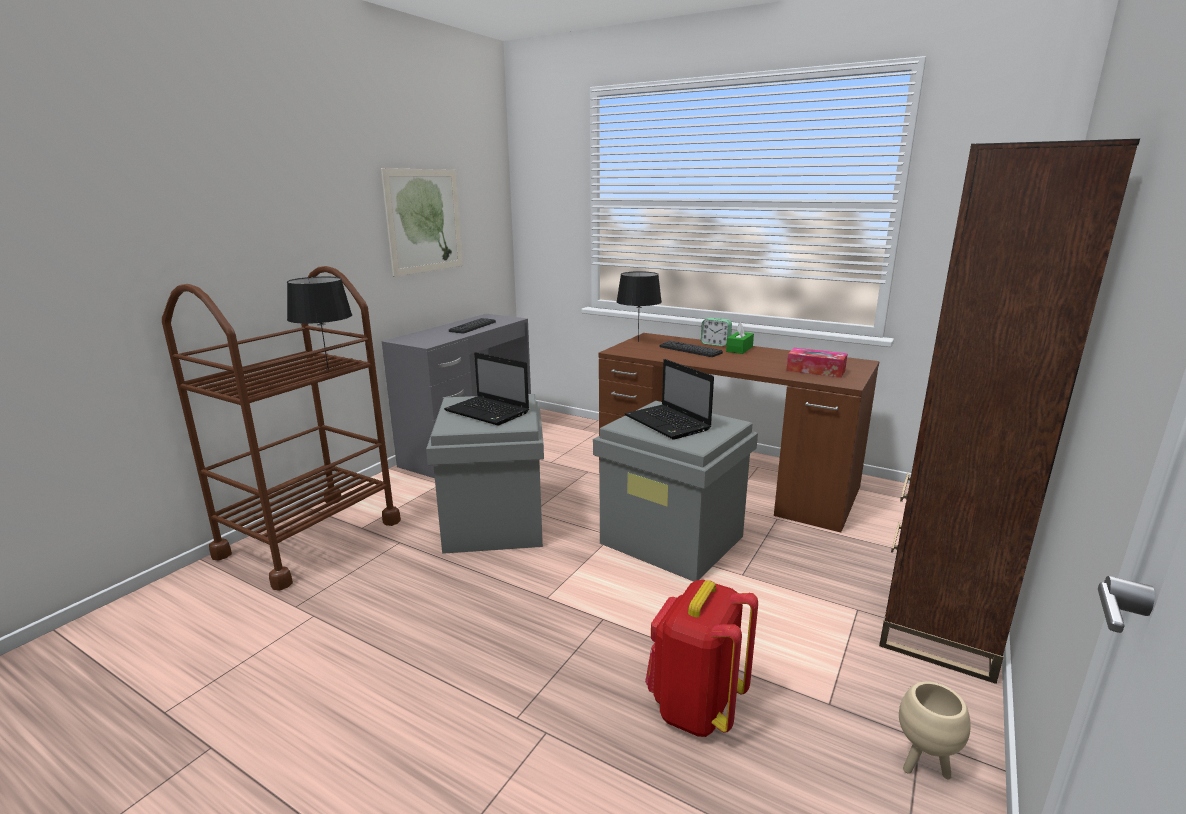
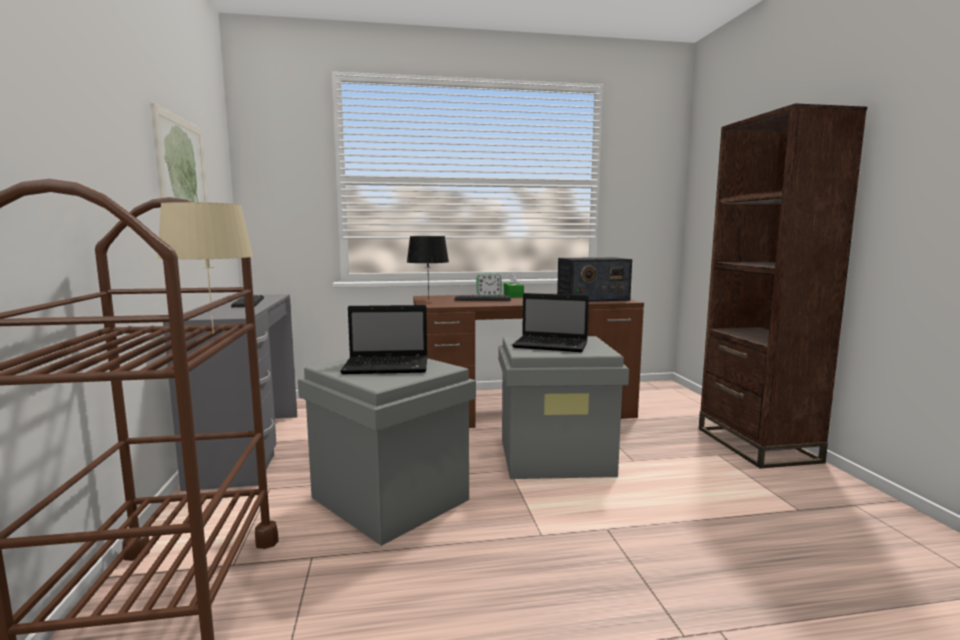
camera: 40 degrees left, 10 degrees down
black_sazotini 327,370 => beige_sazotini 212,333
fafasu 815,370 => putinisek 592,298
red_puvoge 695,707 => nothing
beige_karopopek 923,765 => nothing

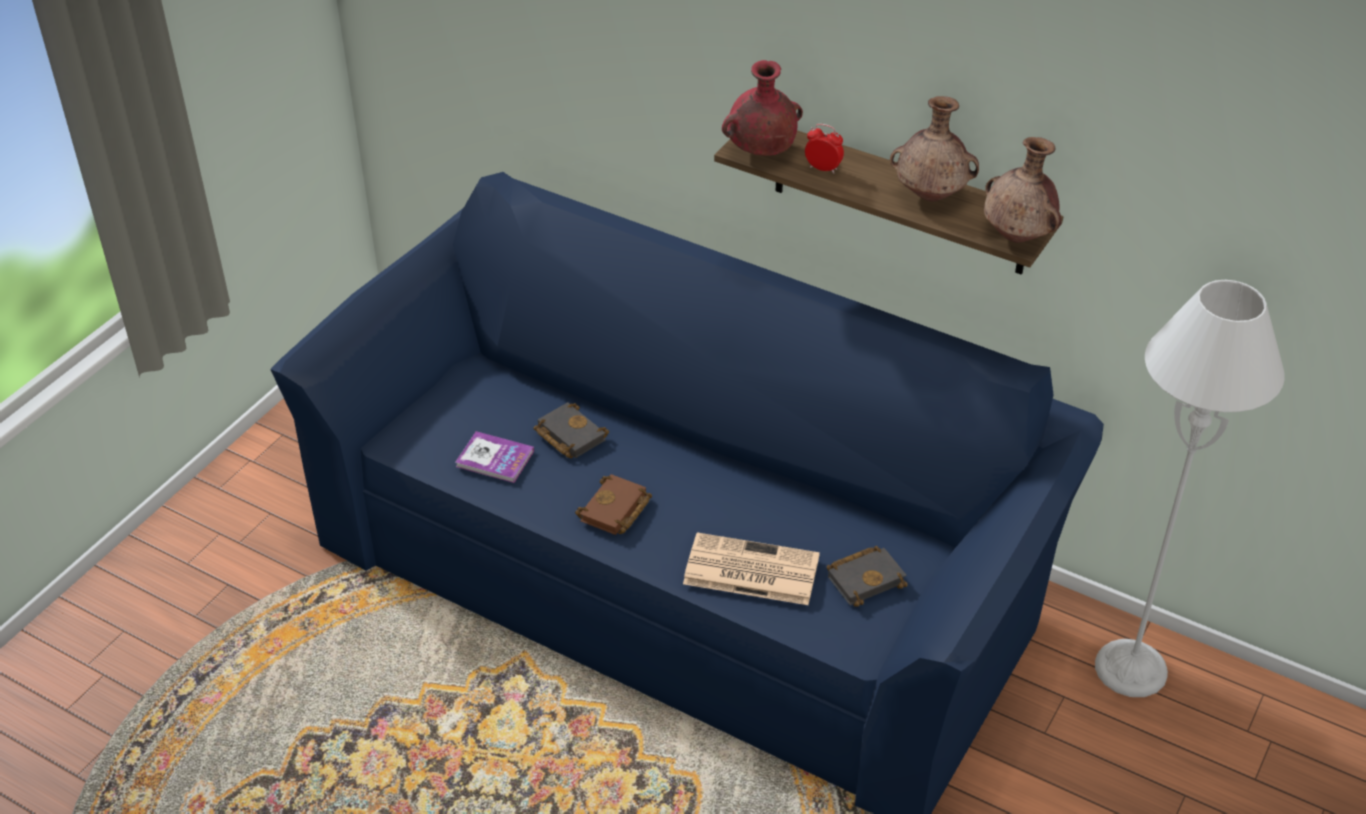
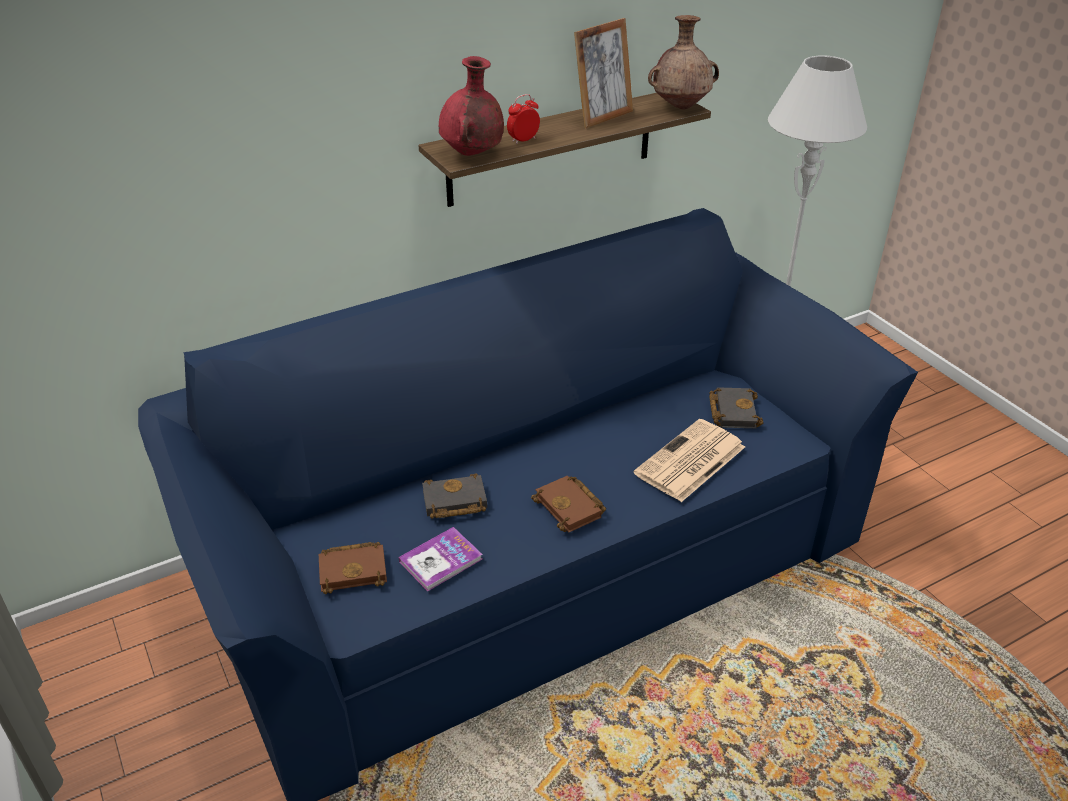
camera: 60 degrees left, 5 degrees down
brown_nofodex 931,196 => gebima 602,117
nothing => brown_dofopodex 355,570

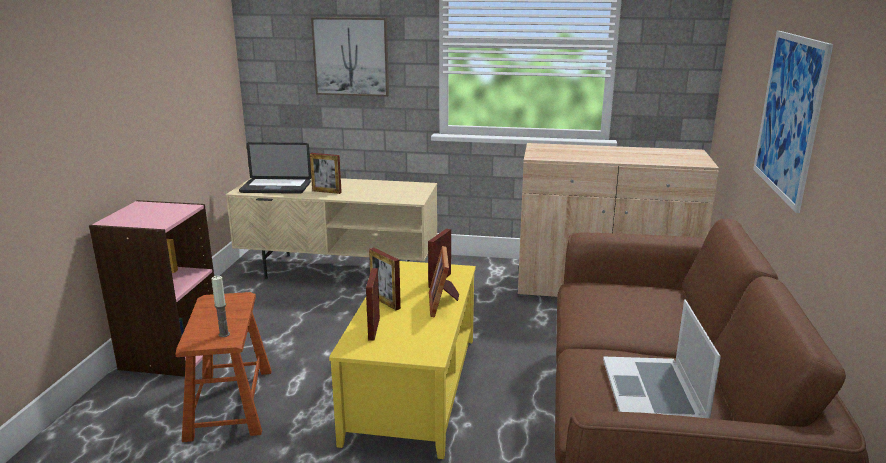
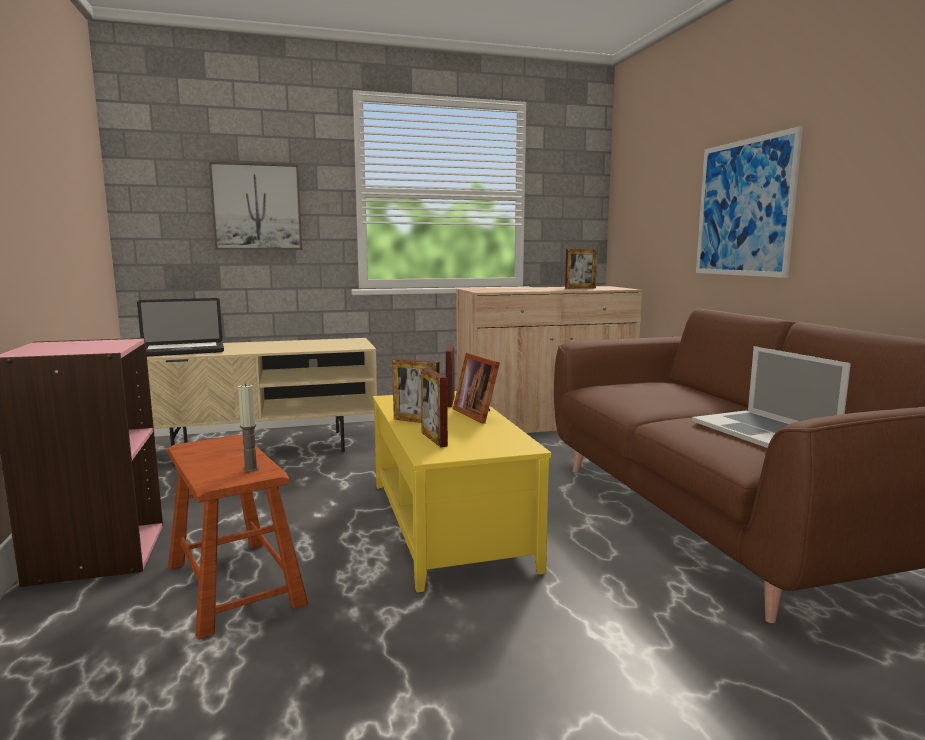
camera: 25 degrees left, 10 degrees down
gebima 326,191 => gebima 580,288, shifted

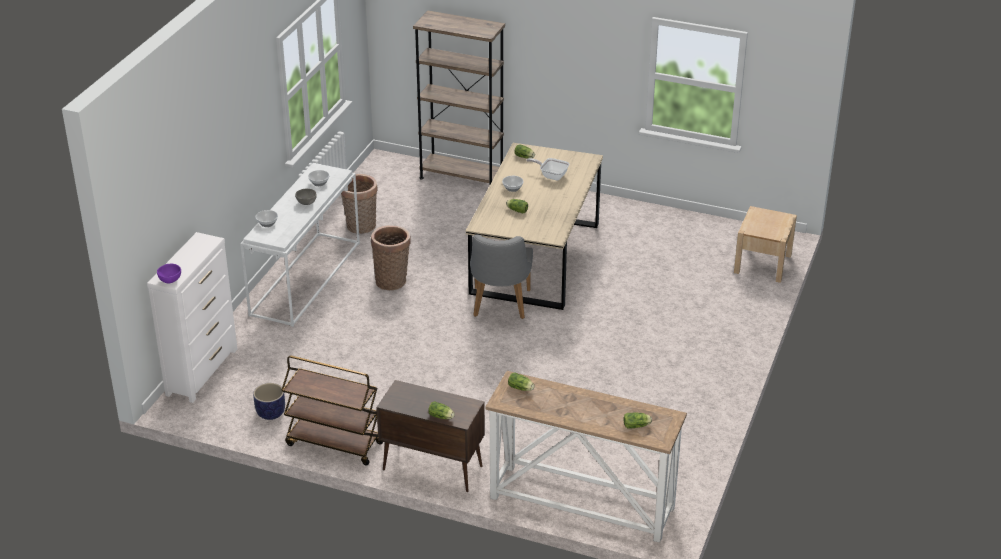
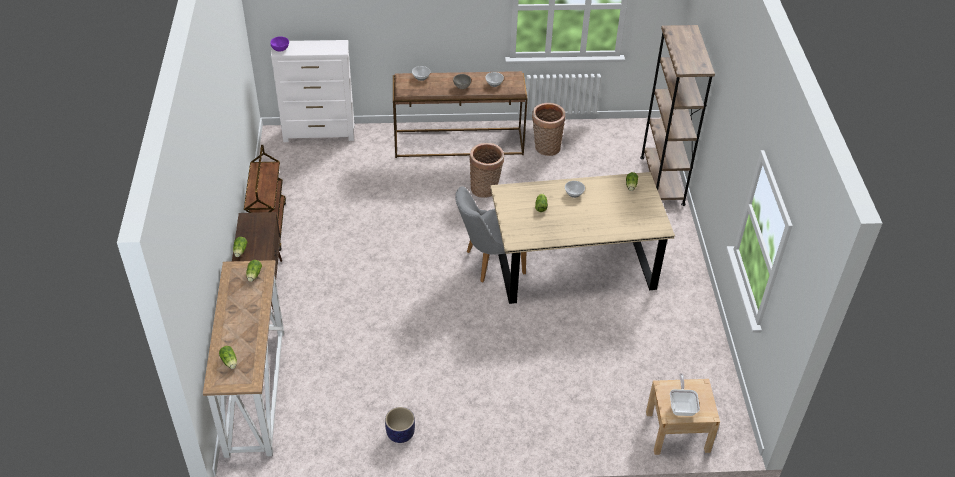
camera: 65 degrees right, 10 degrees up
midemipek 551,175 => midemipek 682,406, shifted
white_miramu 305,278 => brown_miramu 459,142
karopopek 270,413 => karopopek 400,433, shifted

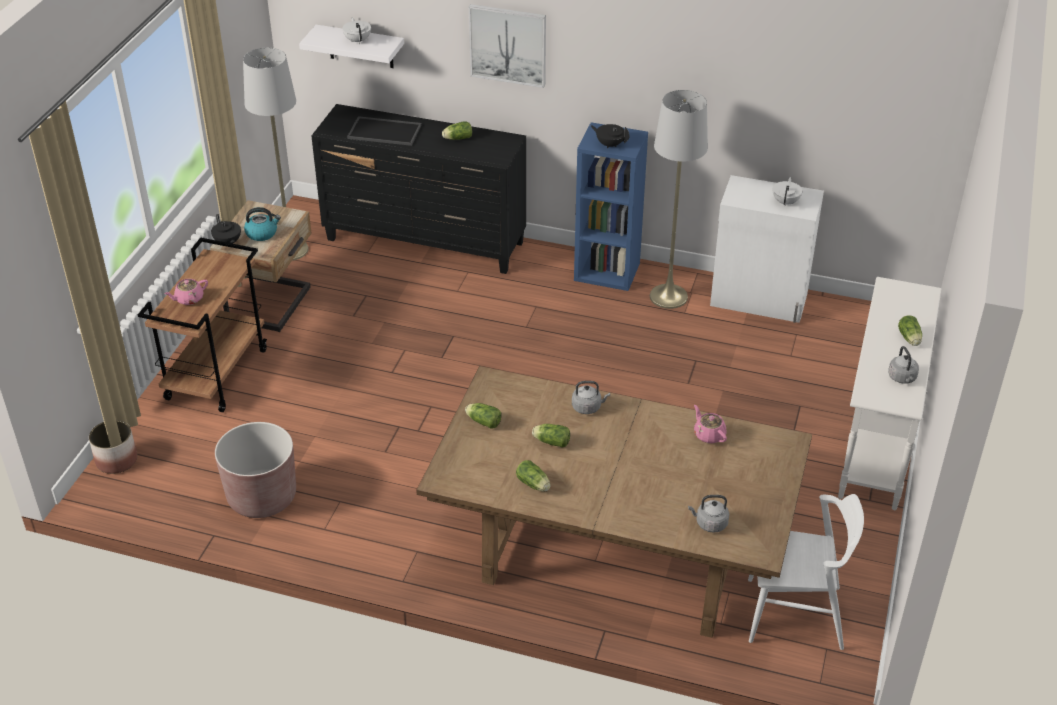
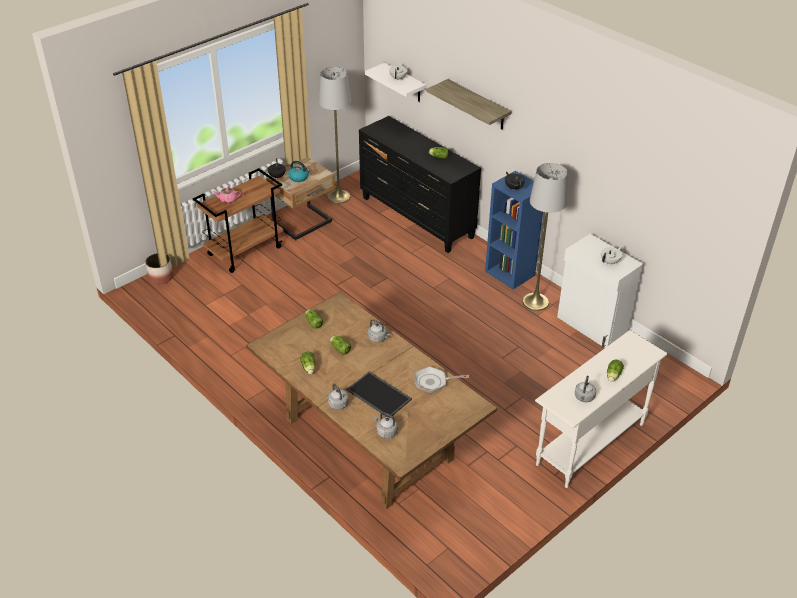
camera: 30 degrees right, 0 degrees up
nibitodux 508,45 => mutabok 478,105
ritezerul 385,131 => ritezerul 380,394, shifted
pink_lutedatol 709,435 => midemipek 433,382
brown_karopopek 262,497 => nothing
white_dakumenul 795,614 => nothing
nothing => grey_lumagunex 339,405

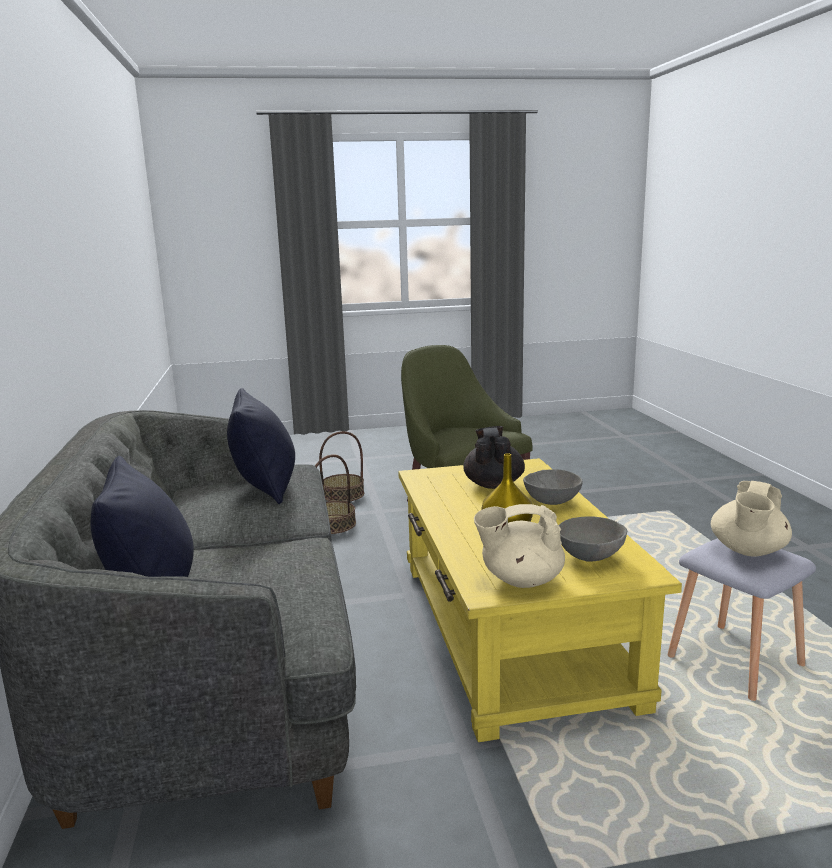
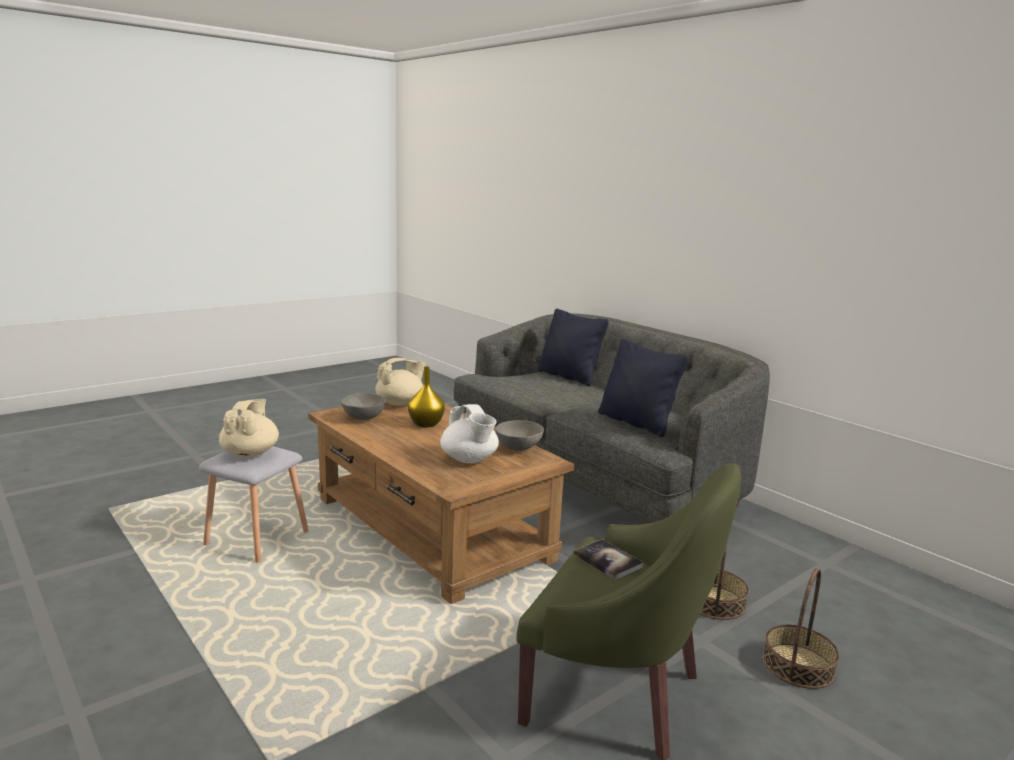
camera: 150 degrees right, 0 degrees up
black_lutedatol 493,484 => white_lutedatol 469,460
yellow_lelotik 510,629 => brown_lelotik 431,529
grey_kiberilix 552,502 => grey_kiberilix 519,447, shifted
nothing => dofopodex 608,560

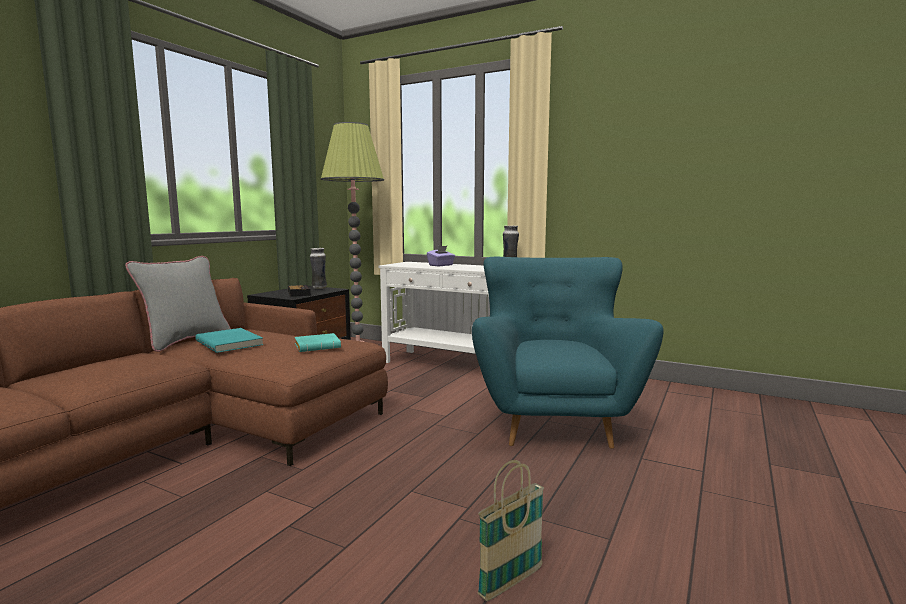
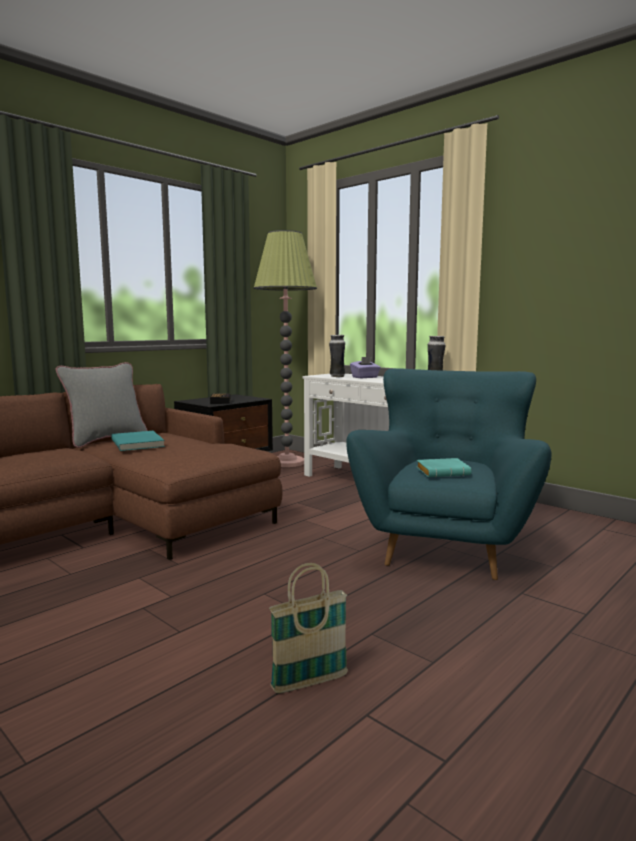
camera: 15 degrees right, 0 degrees up
nofodex 319,288 => nofodex 337,376, shifted
turquoise_dofopodex 318,347 => turquoise_dofopodex 443,472, shifted

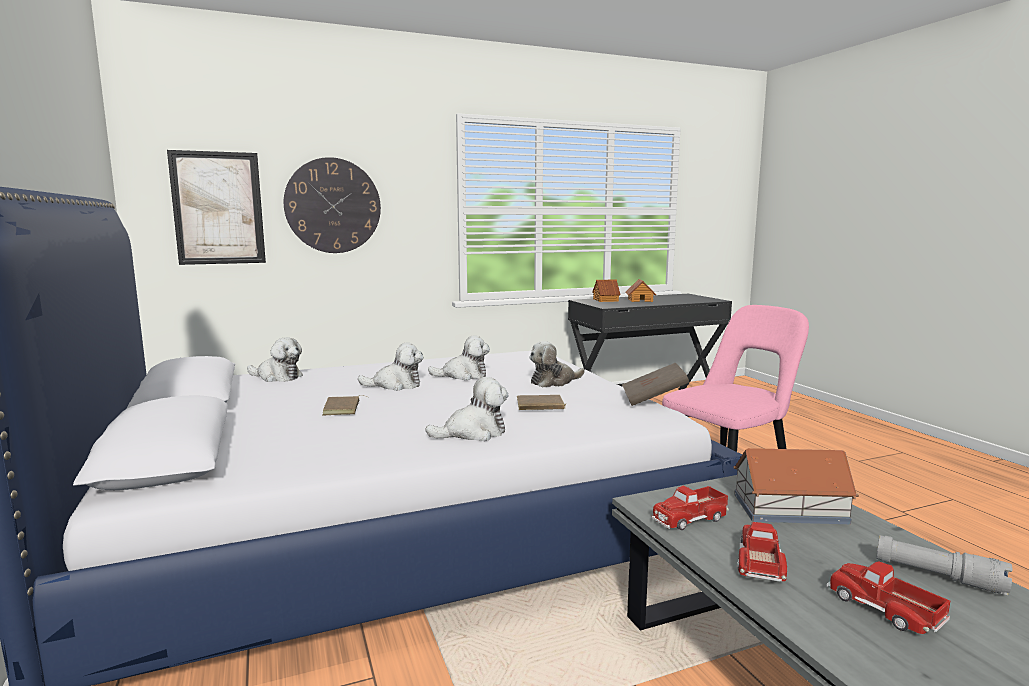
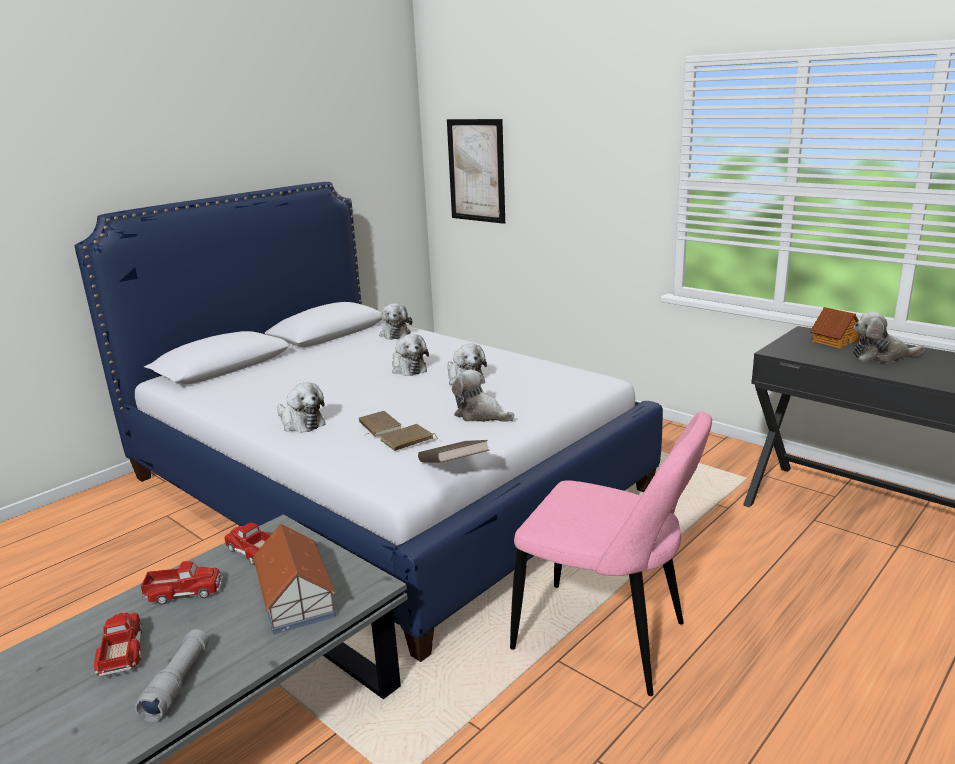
camera: 65 degrees right, 10 degrees up
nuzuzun 333,206 => nothing
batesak 640,300 => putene 881,356
brown_dofopodex 343,408 => brown_dofopodex 407,441, shifted
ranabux 884,608 => ranabux 121,652, 45 degrees counterclockwise

